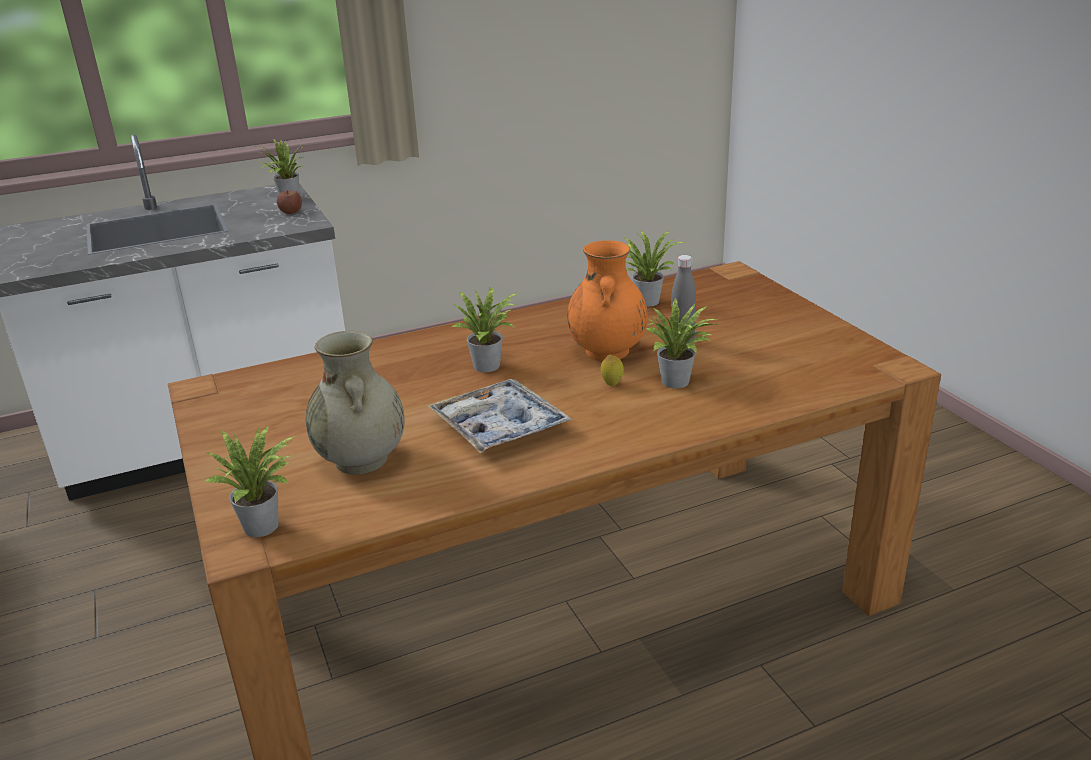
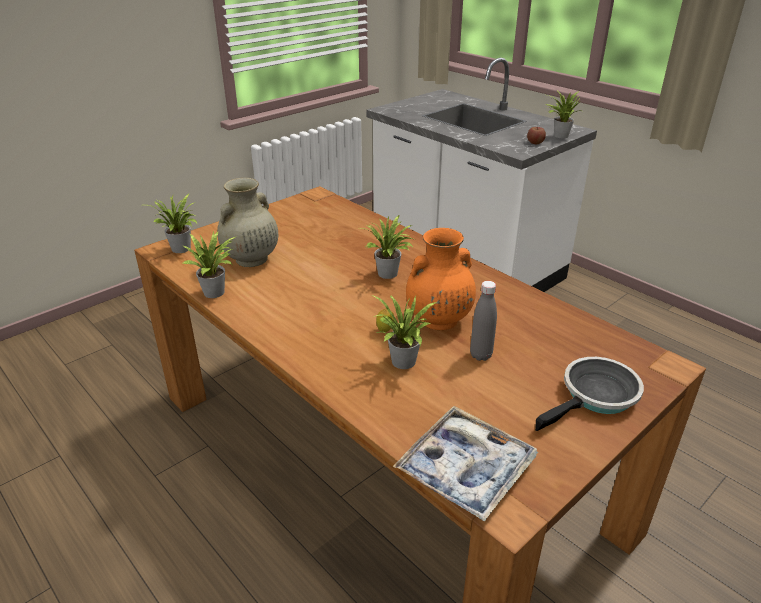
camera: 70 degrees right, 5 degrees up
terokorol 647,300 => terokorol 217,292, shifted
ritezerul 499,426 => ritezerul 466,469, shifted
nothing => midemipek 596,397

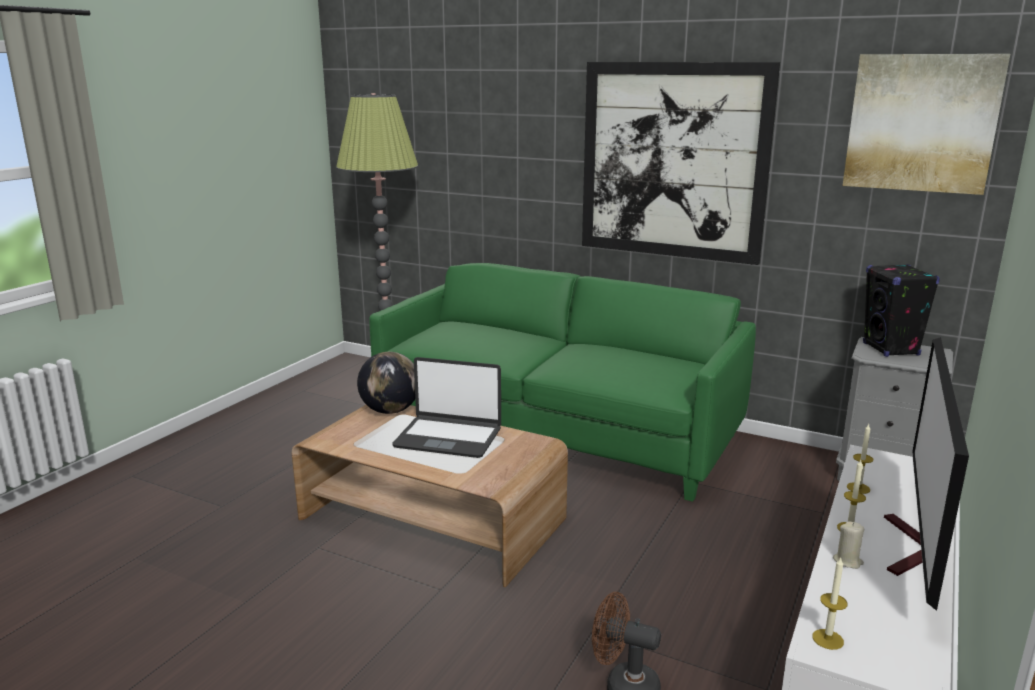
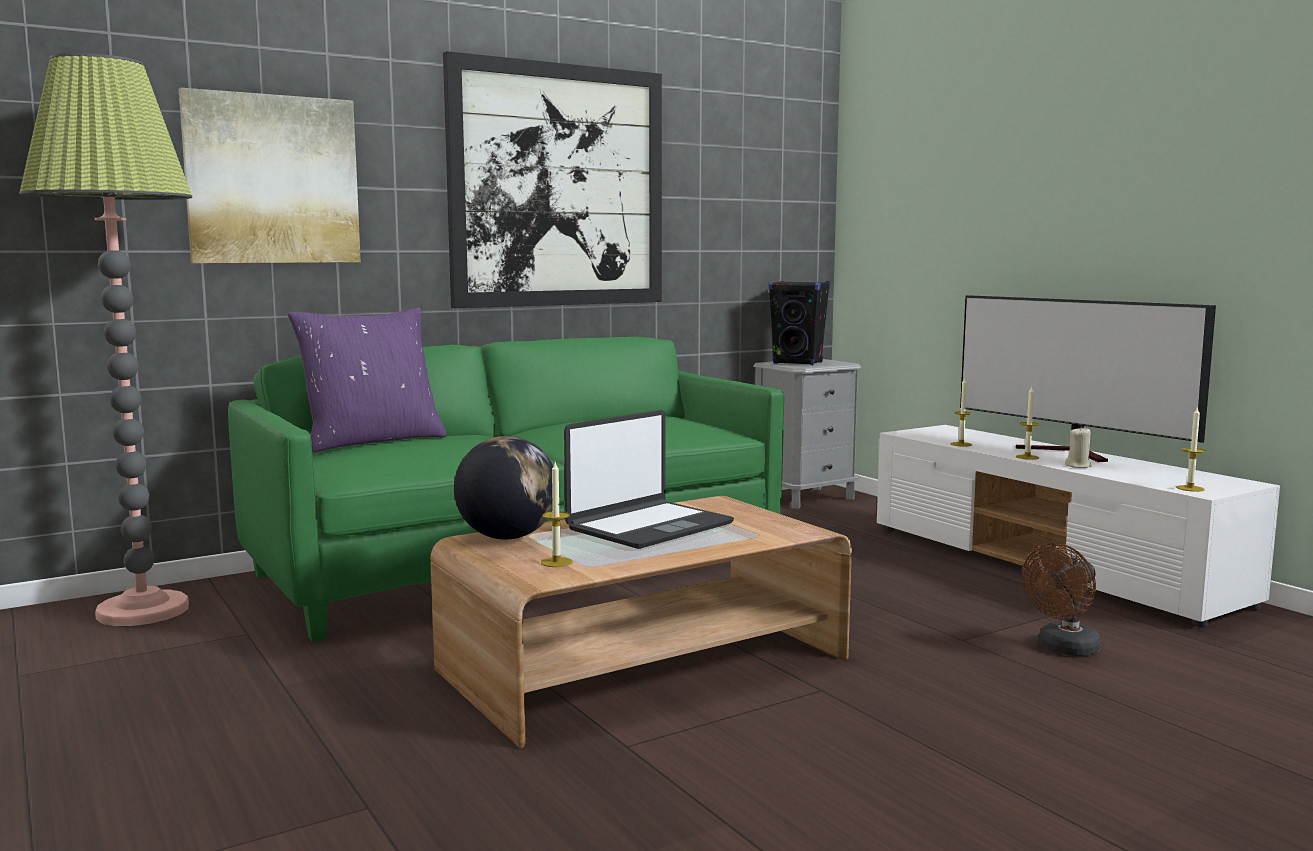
camera: 60 degrees left, 10 degrees down
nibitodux 921,123 => nibitodux 272,180, shifted
nothing => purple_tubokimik 372,441
nothing => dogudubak 556,562

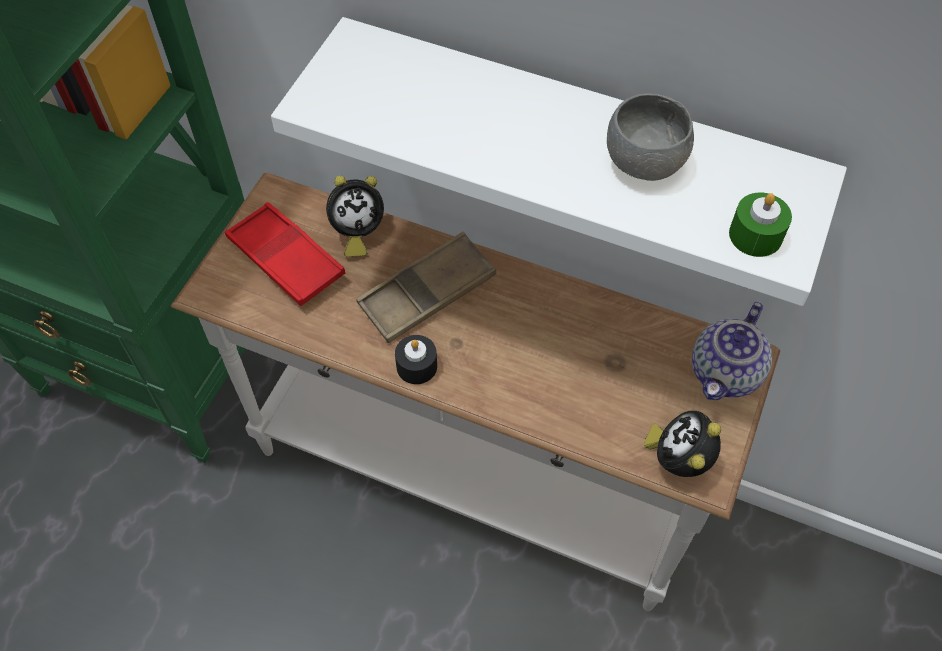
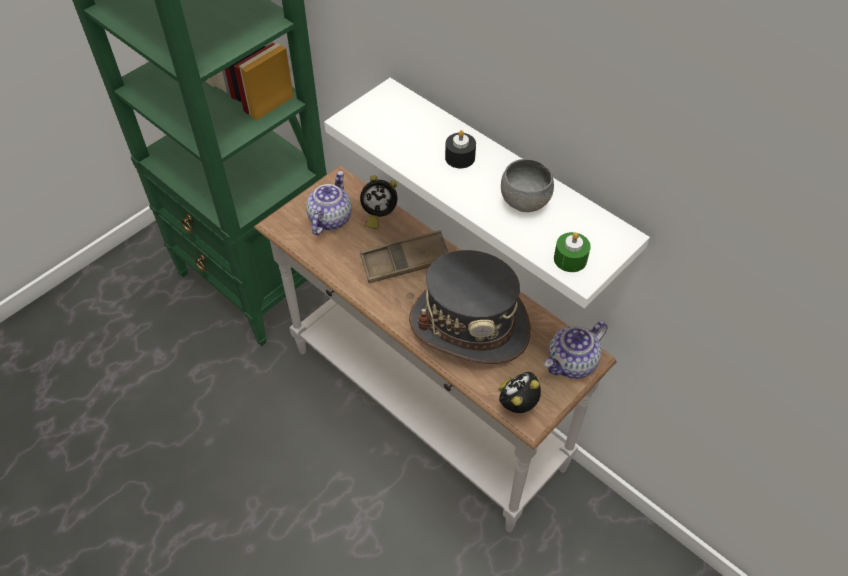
camera: 20 degrees right, 5 degrees down
red_ritezerul 285,259 => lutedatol 330,218
black_dogudubak 416,366 => black_dogudubak 460,157, shifted
nothing => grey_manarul 469,325

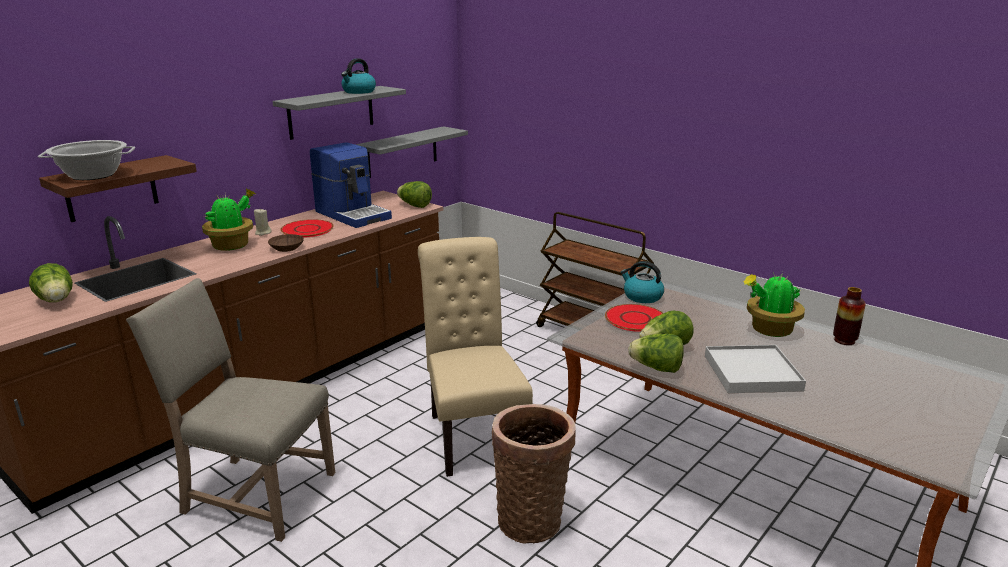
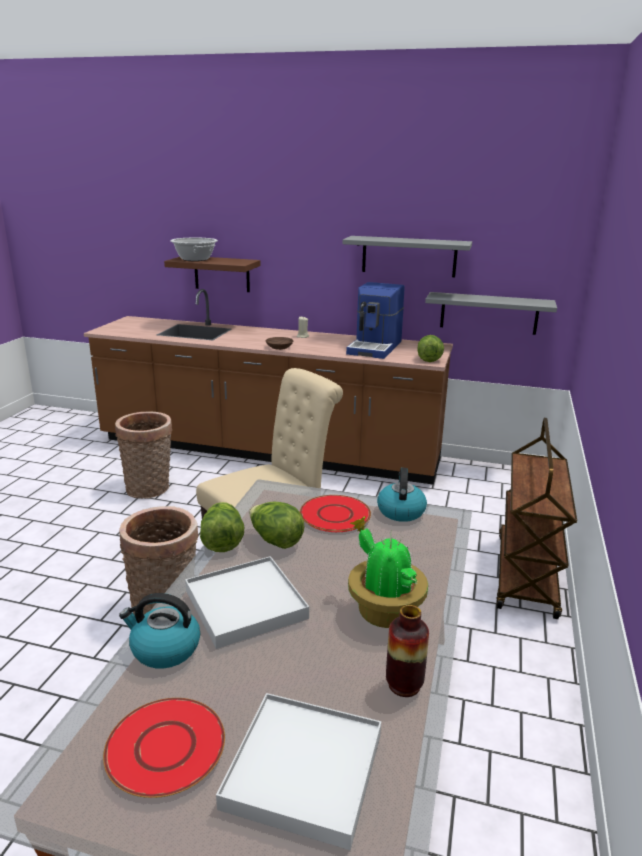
camera: 65 degrees right, 0 degrees up
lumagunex 358,92 => lumagunex 164,649, shifted
terokorol 232,245 => nothing
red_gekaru 307,229 => red_gekaru 166,747, shifted
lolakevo 57,301 => nothing
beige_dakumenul 254,494 => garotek 150,489
nothing => white_ritezerul 304,770

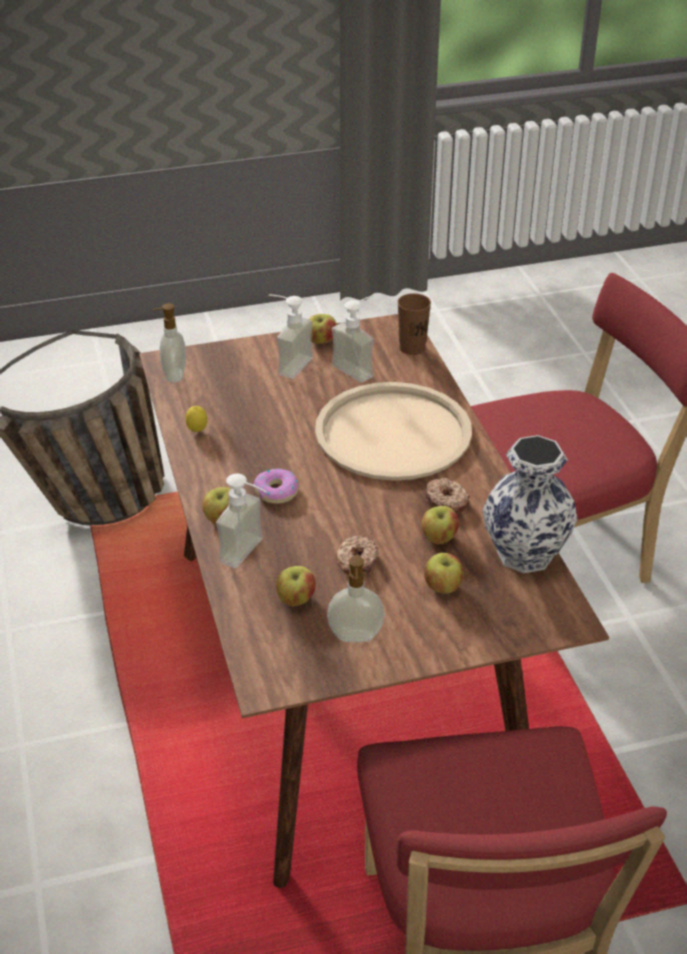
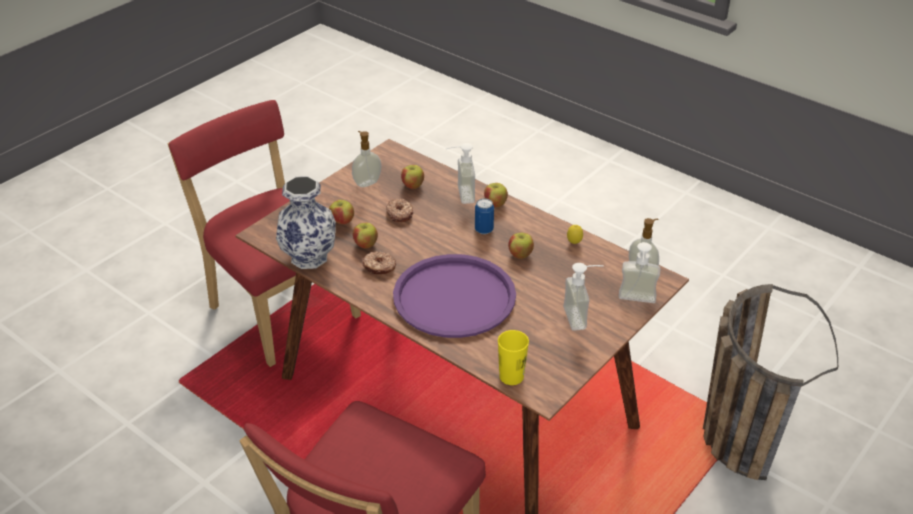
camera: 145 degrees right, 0 degrees up
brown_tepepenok 412,348 => yellow_tepepenok 511,376
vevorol 359,367 => vevorol 636,302, shifted
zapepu 321,341 => zapepu 520,254, shifted
beige_ritezerul 393,433 => purple_ritezerul 454,297
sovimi 276,491 => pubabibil 484,230

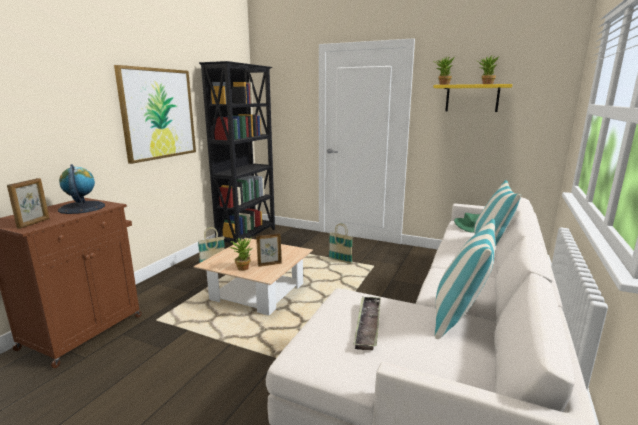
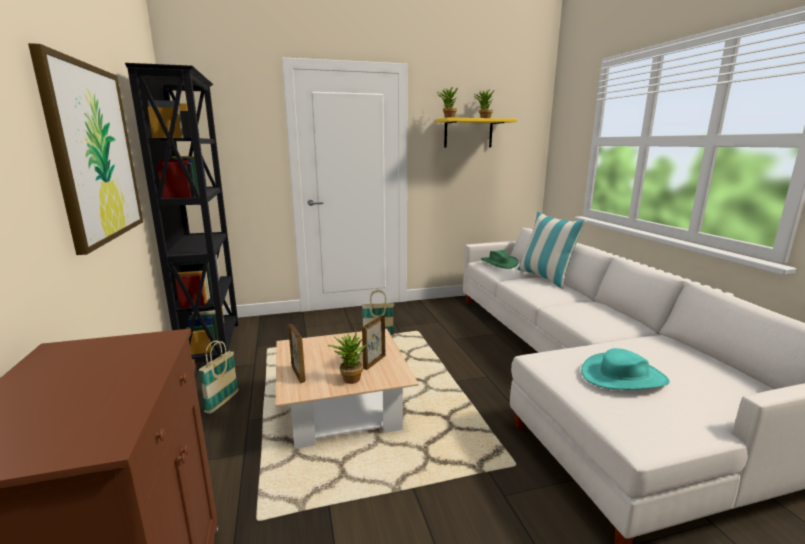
camera: 40 degrees left, 0 degrees up
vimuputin 82,208 => nothing
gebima 34,223 => gebima 298,374, shifted
tubokimik 459,316 => nothing
ritezerul 368,325 => turquoise_manarul 623,377

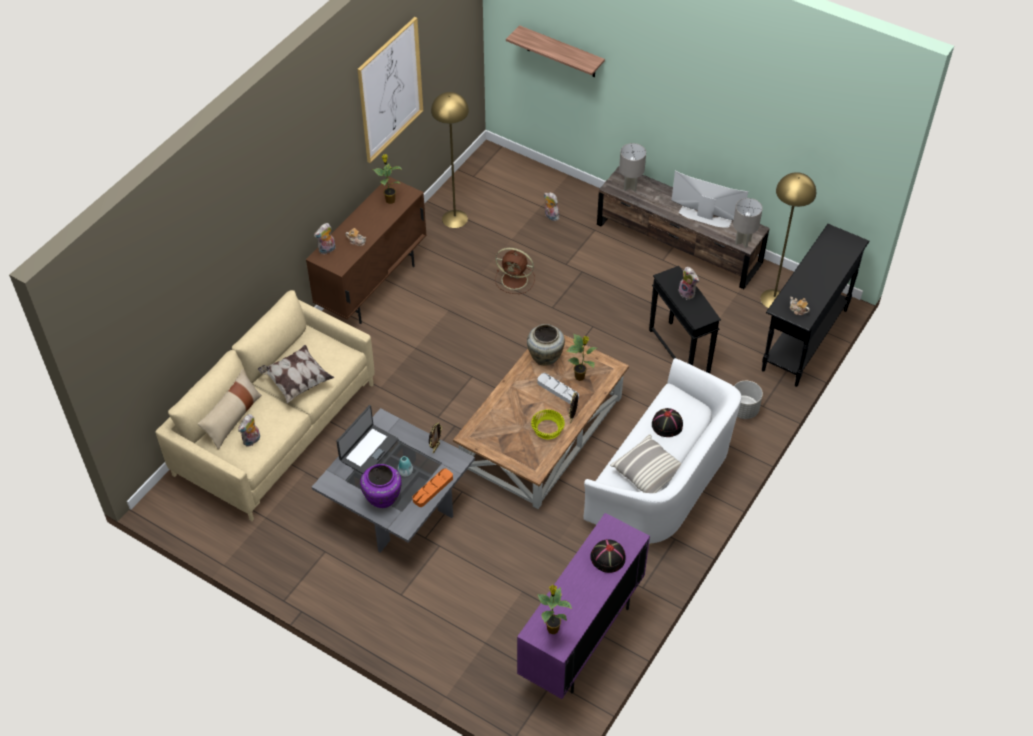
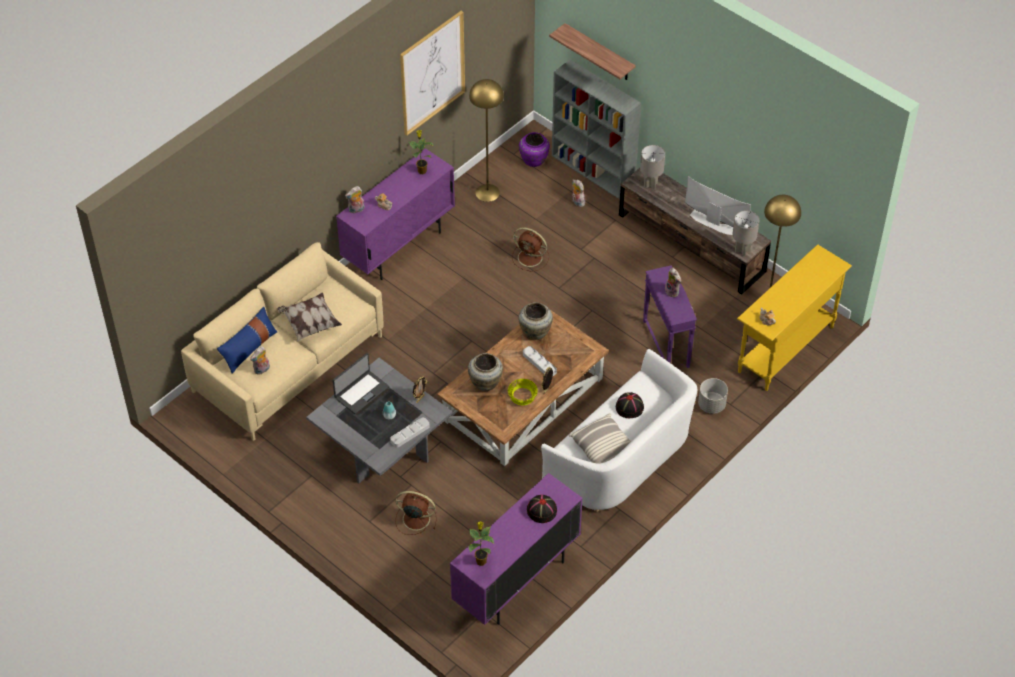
camera: 10 degrees right, 0 degrees up
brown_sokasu 373,287 => purple_sokasu 399,247
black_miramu 804,340 => yellow_miramu 785,349
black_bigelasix 679,351 => purple_bigelasix 666,343
terokorol 580,377 => nothing
beige_tubokimik 233,418 => blue_tubokimik 249,348
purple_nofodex 383,497 => purple_nofodex 534,160, shifted
orange_ritezerul 433,489 => grey_ritezerul 410,434
nothing => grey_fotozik 594,171
nothing => beige_nofodex 486,383
nothing => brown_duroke 415,518

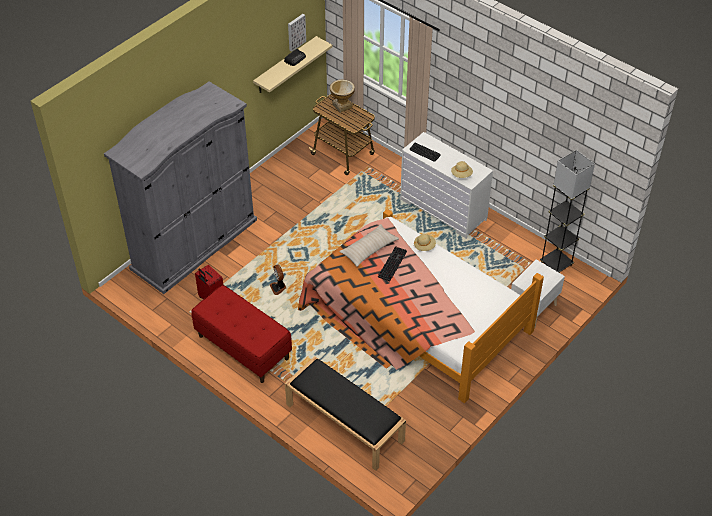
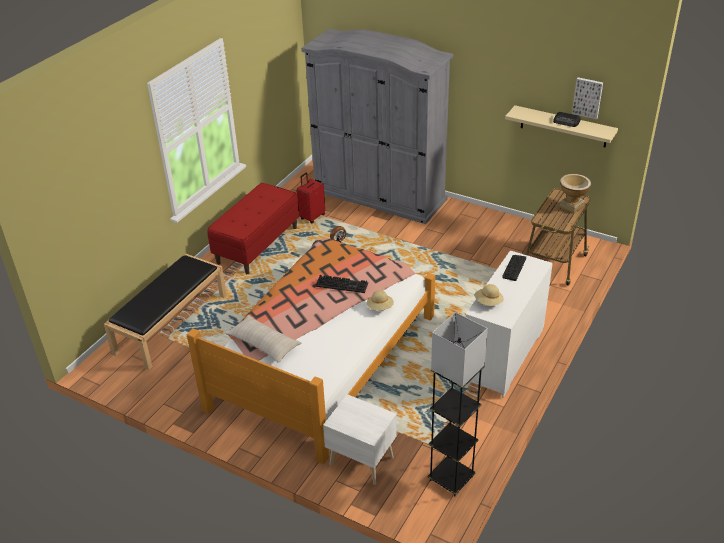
camera: 80 degrees right, 10 degrees down
beige_tubokimik 369,249 => beige_tubokimik 263,344, shifted

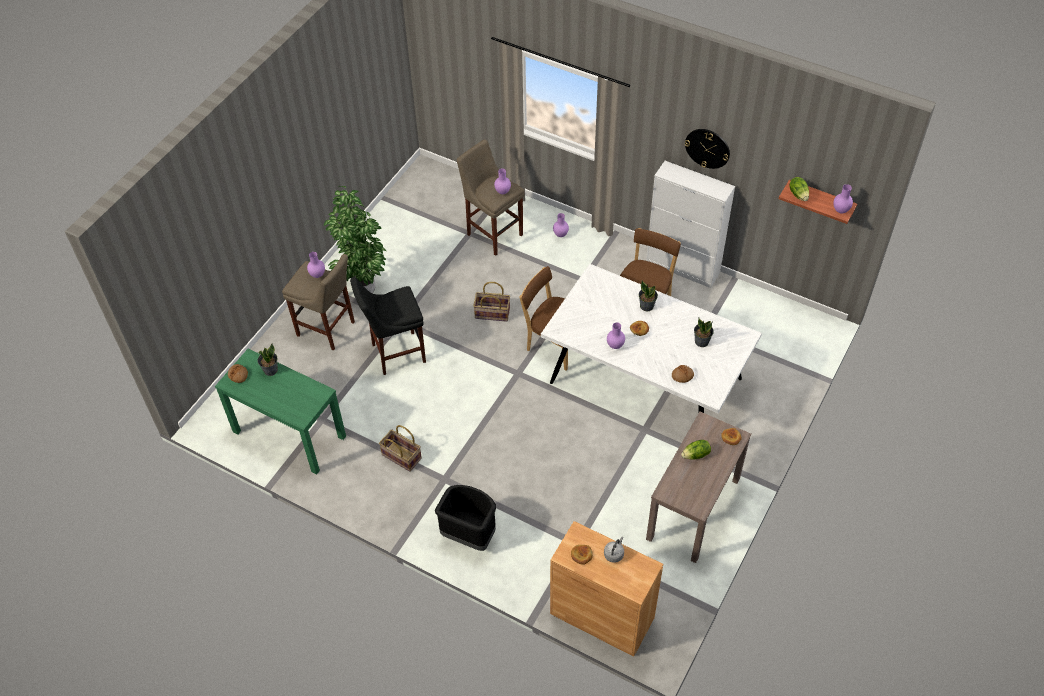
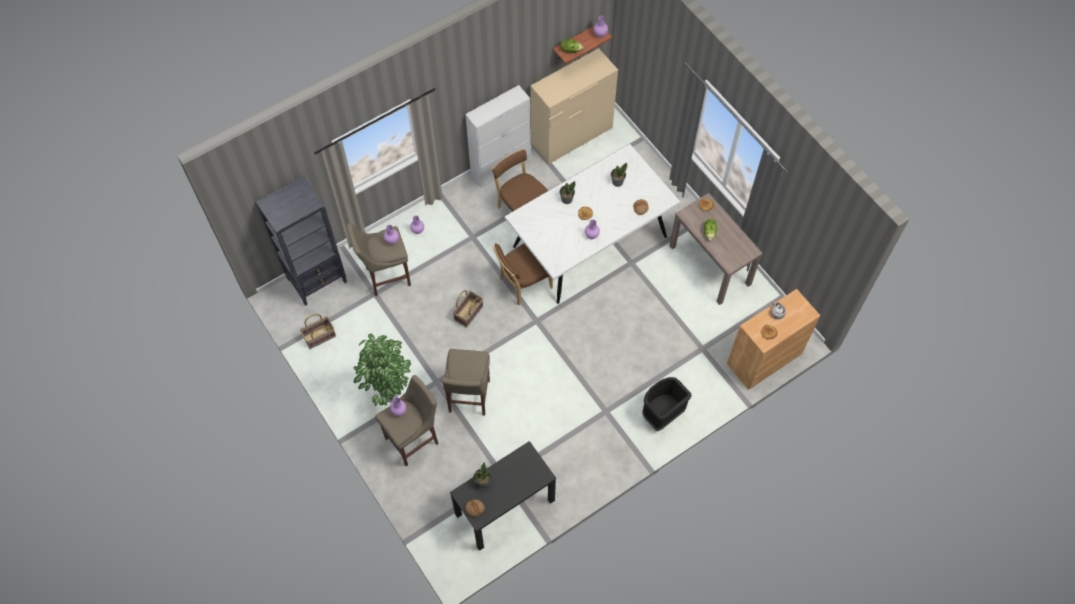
camera: 65 degrees left, 10 degrees up
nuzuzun 707,148 => nothing
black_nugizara 395,353 => beige_nugizara 468,398
green_miramu 288,434 => black_miramu 504,507
garotek 401,457 => garotek 319,337, shifted
nothing => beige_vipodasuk 571,136
nothing => black_fotozik 317,280

